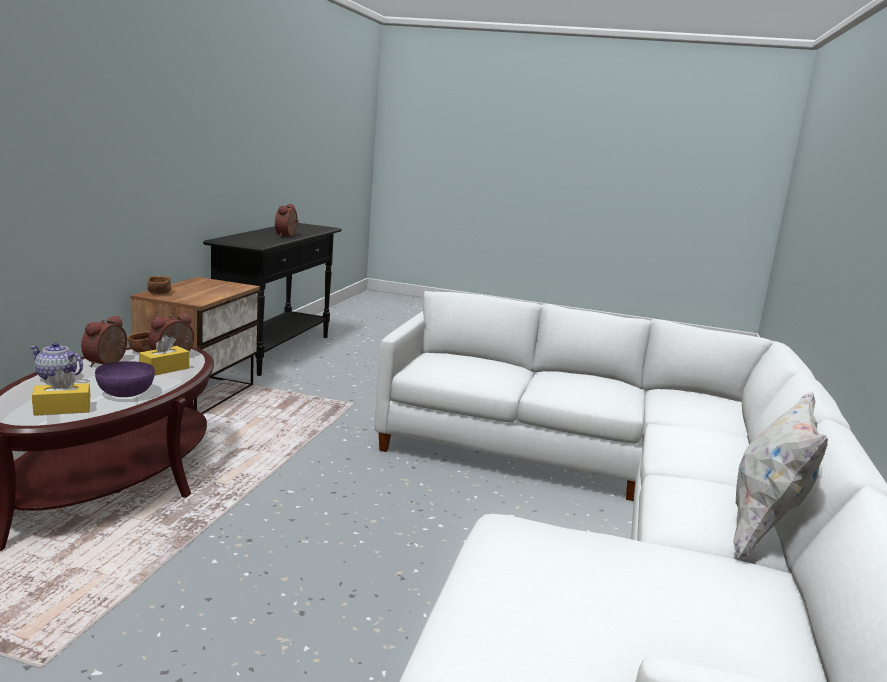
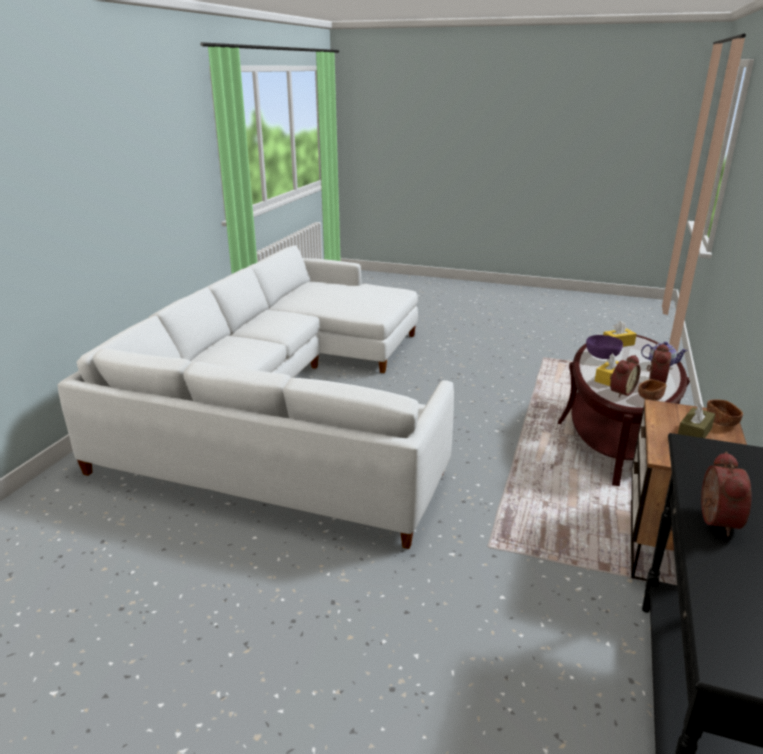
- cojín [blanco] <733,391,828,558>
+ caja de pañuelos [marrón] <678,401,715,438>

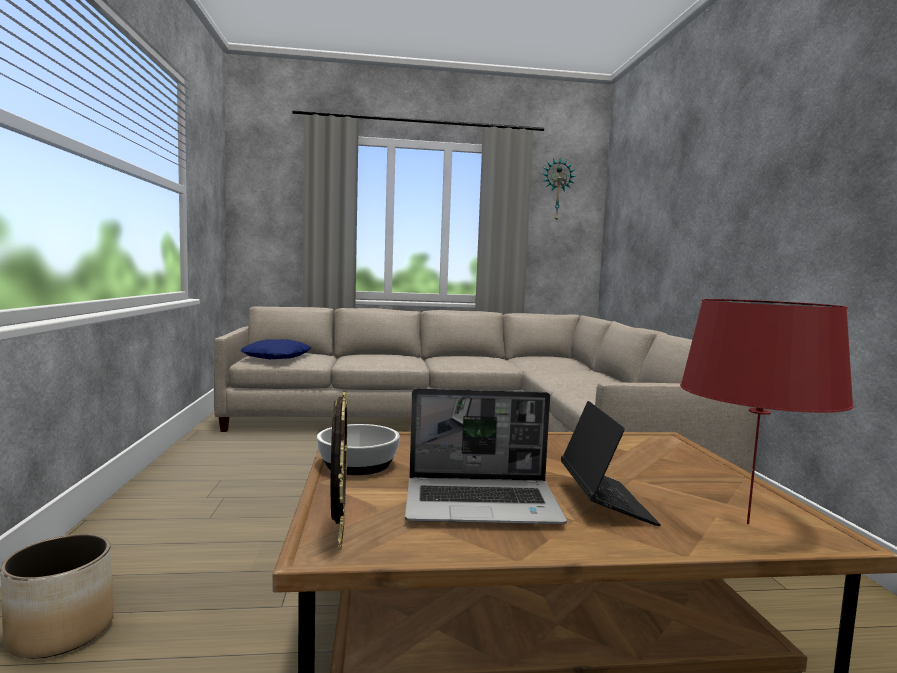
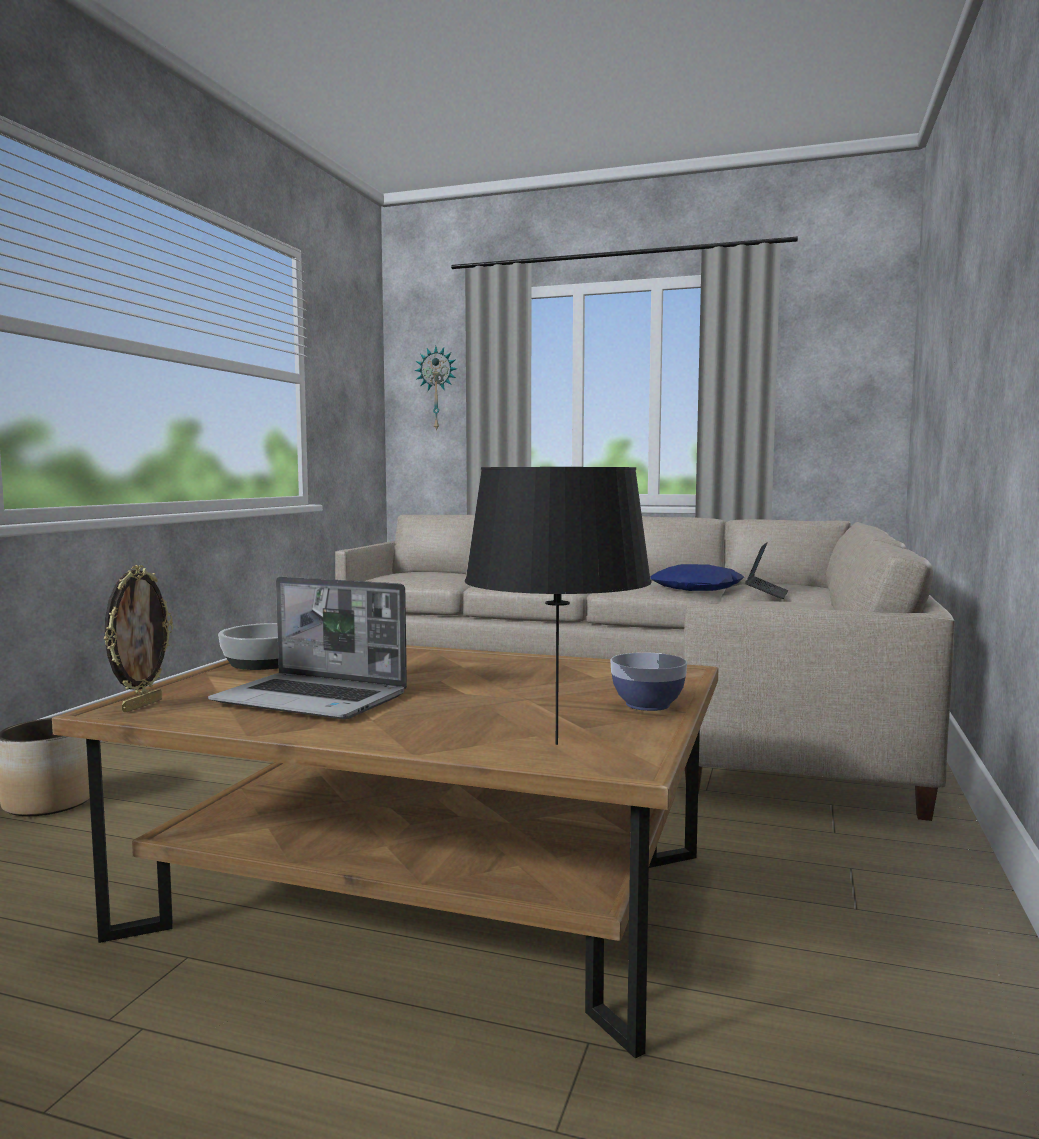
~ cojín [azul] <240,339,311,359> to <650,564,744,591>
~ reloj de pared <542,158,576,222> to <415,346,457,431>
~ portátil <561,401,661,526> to <745,542,788,599>
~ lámpara de mesa [rojo] <680,299,854,524> to lámpara de mesa [negro] <465,467,652,745>
+ cuenco <611,652,687,711>

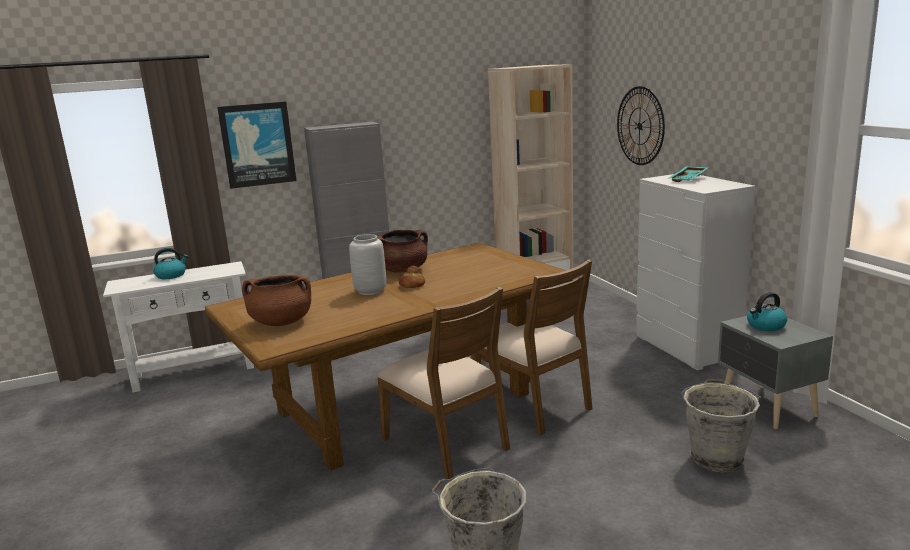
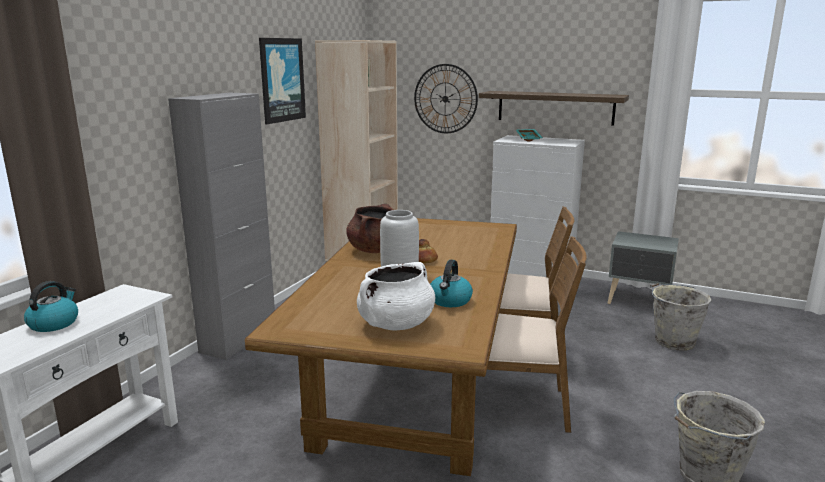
~ cuadro <217,102,297,189> to <259,38,306,124>
~ olla [marrón] <242,275,311,326> to olla [blanco] <357,262,435,331>
~ hervidor <747,292,787,331> to <430,260,473,307>
+ estante <479,91,629,126>

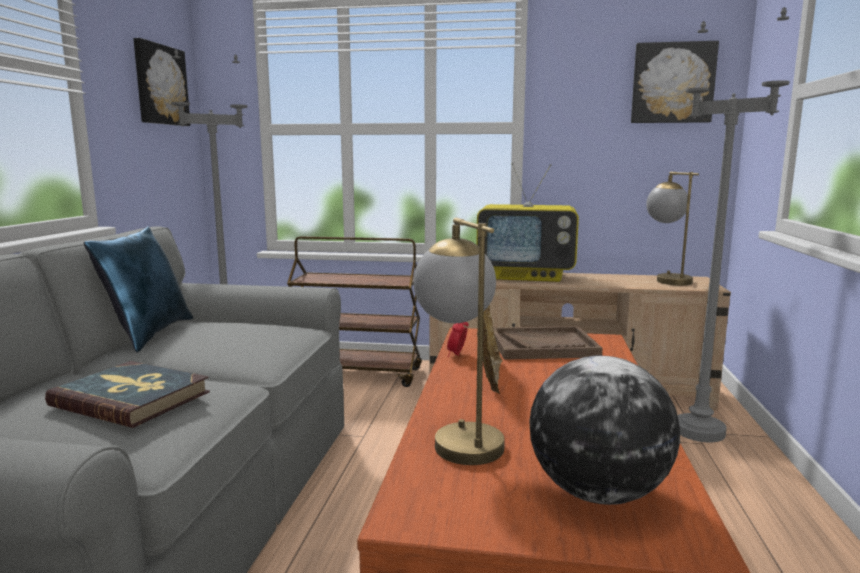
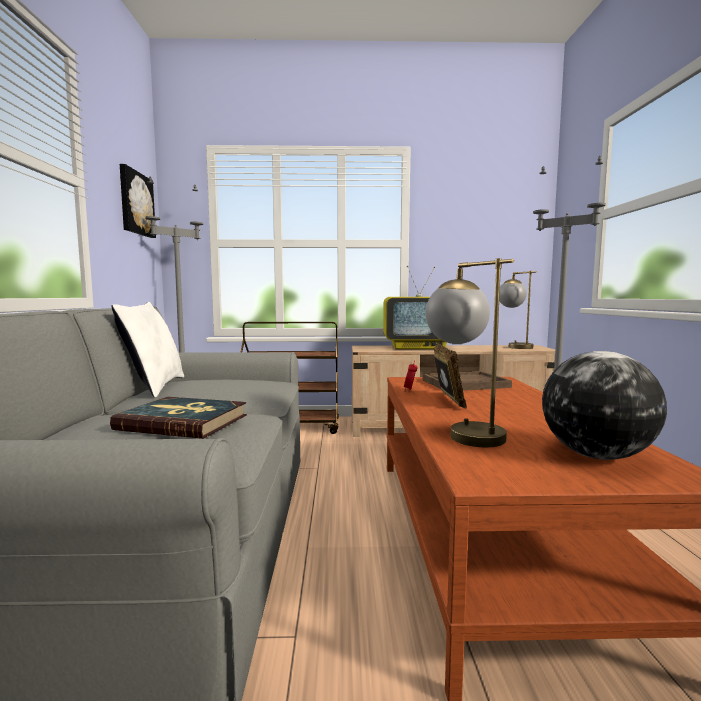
~ cojín [azul] <84,226,193,352> to cojín [blanco] <112,302,184,398>
- cuadro <631,41,719,123>

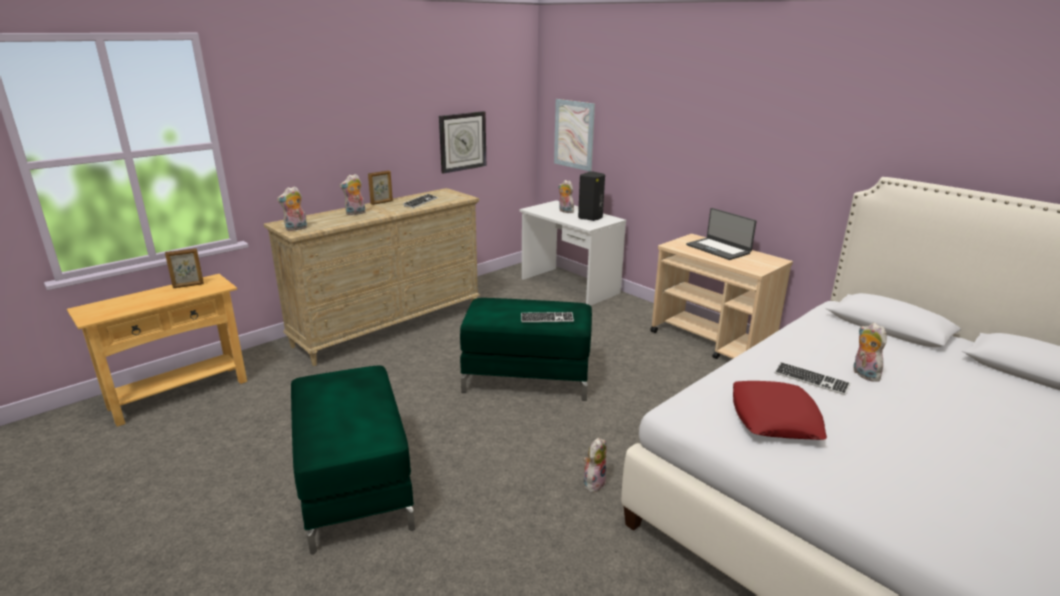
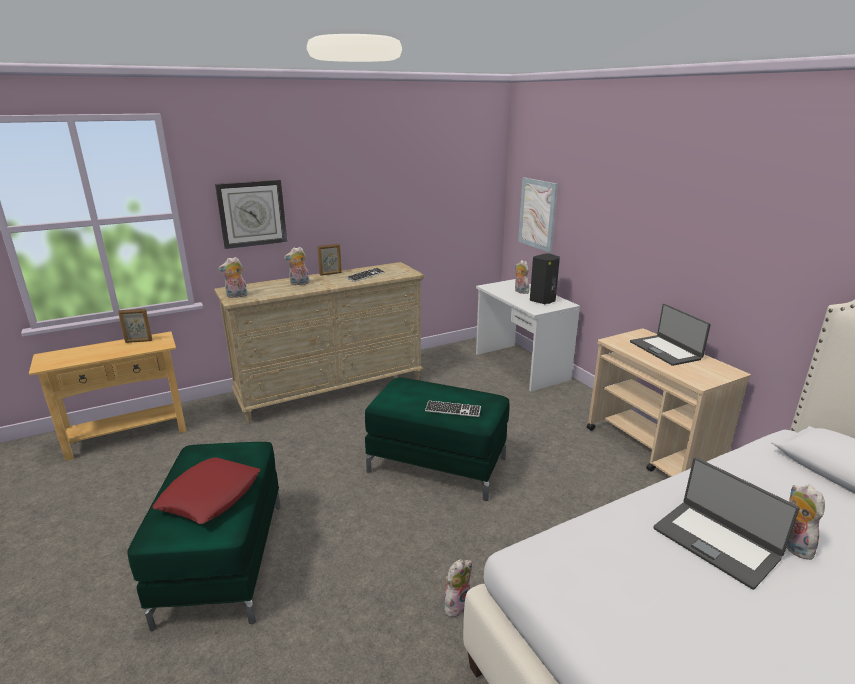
~ reloj de pared <439,111,486,174> to <215,180,287,249>
~ cojín [rojo] <733,381,827,440> to <153,457,260,524>
~ teclado <775,362,851,395> to portátil <654,457,800,590>

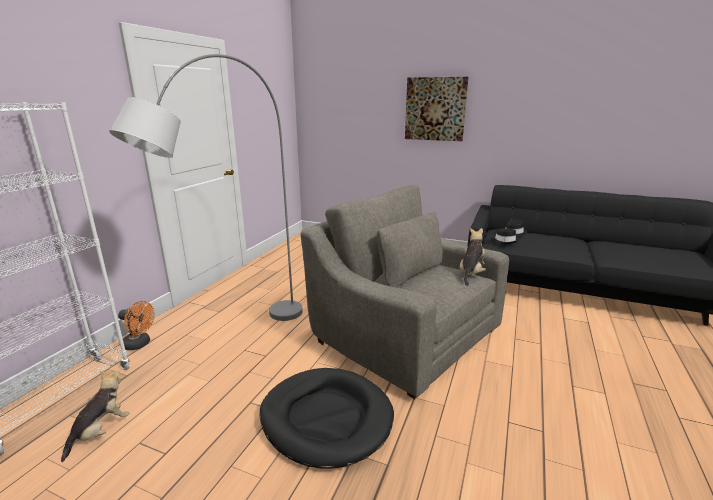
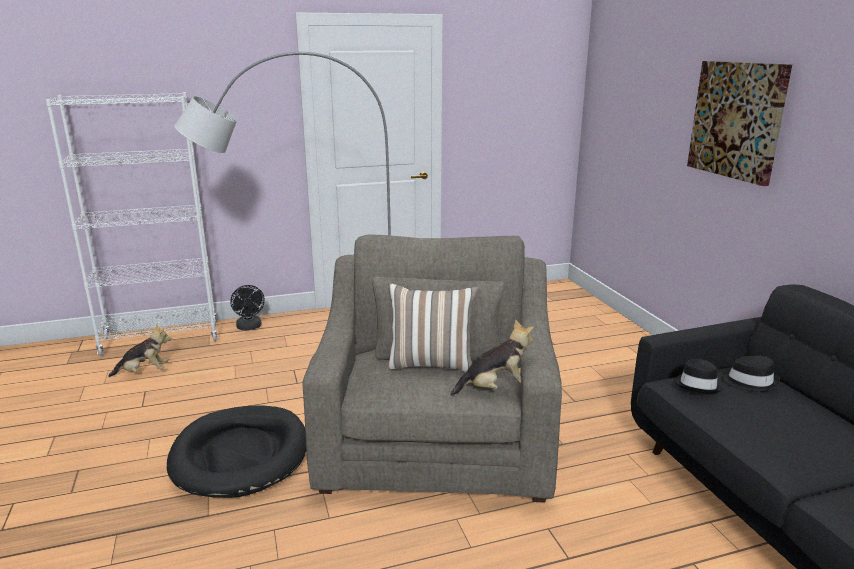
~ ventilador [naranja] <118,301,155,350> to ventilador [negro] <230,285,265,330>
+ cojín <387,283,479,372>

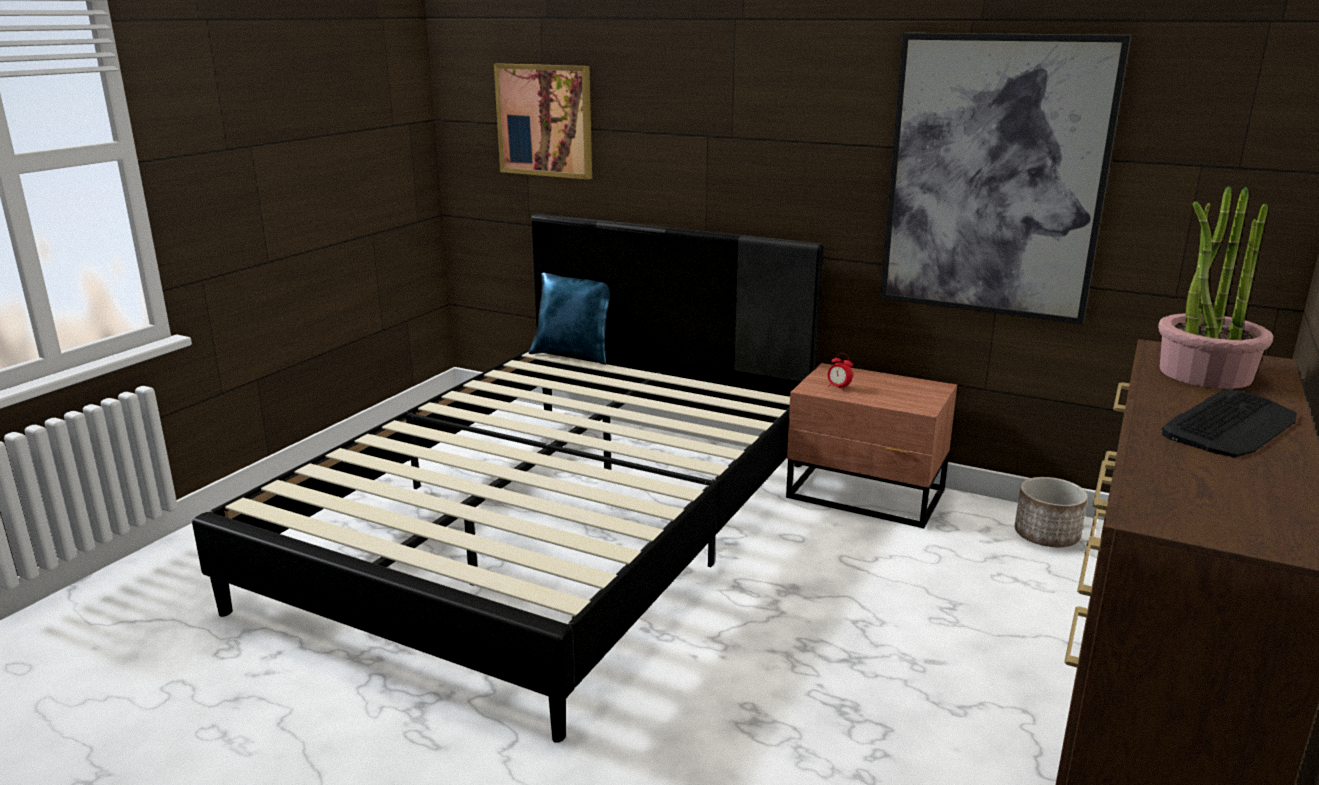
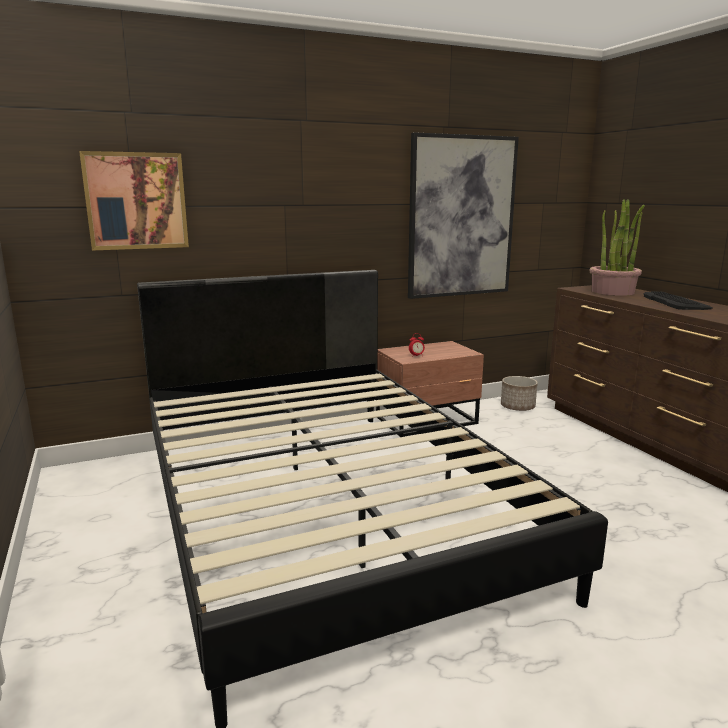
- cojín [azul] <529,273,611,365>

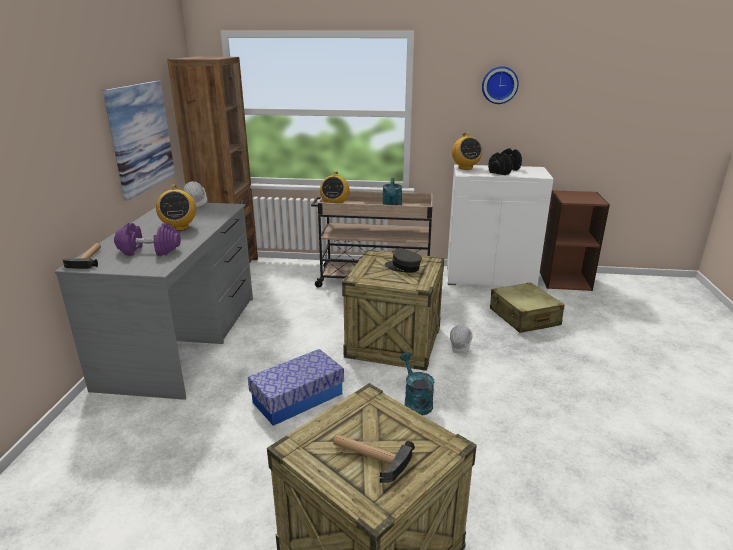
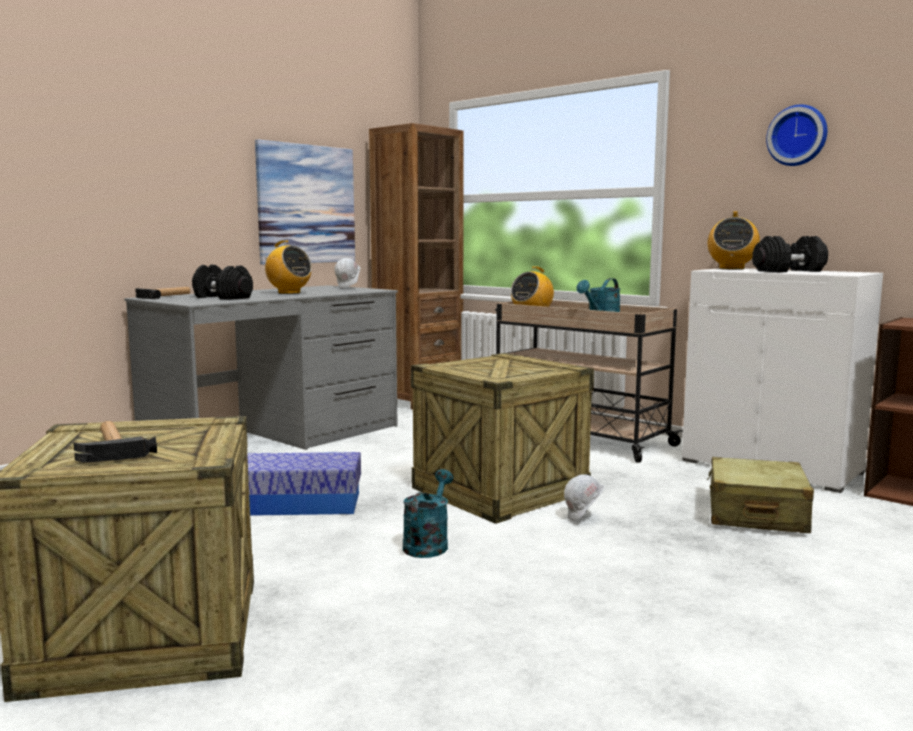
~ mancuerna [morado] <114,223,181,256> to mancuerna [negro] <192,265,253,300>
~ radio <156,184,196,231> = <262,240,312,294> 75 degrees counterclockwise
- gorra [gris] <385,249,422,273>

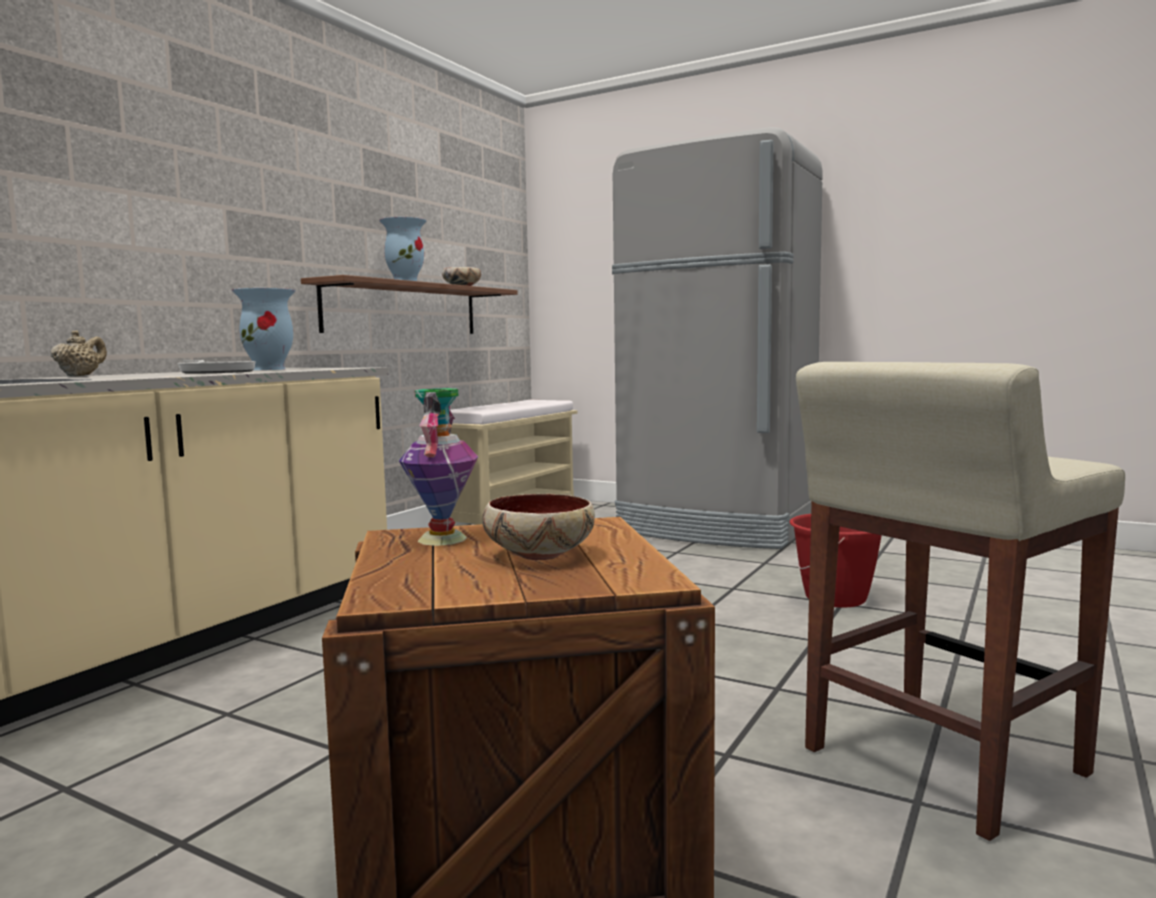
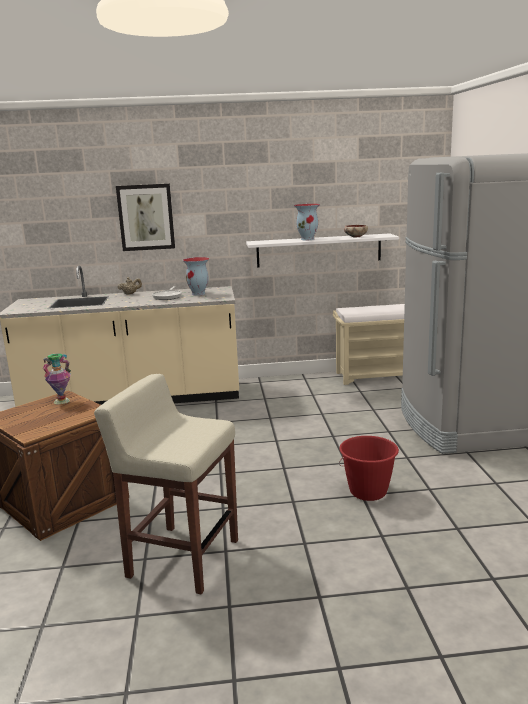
~ estante [marrón] <301,275,518,334> to estante [blanco] <246,233,399,268>
- cuenco <482,494,595,560>
+ cuadro <116,184,175,251>

